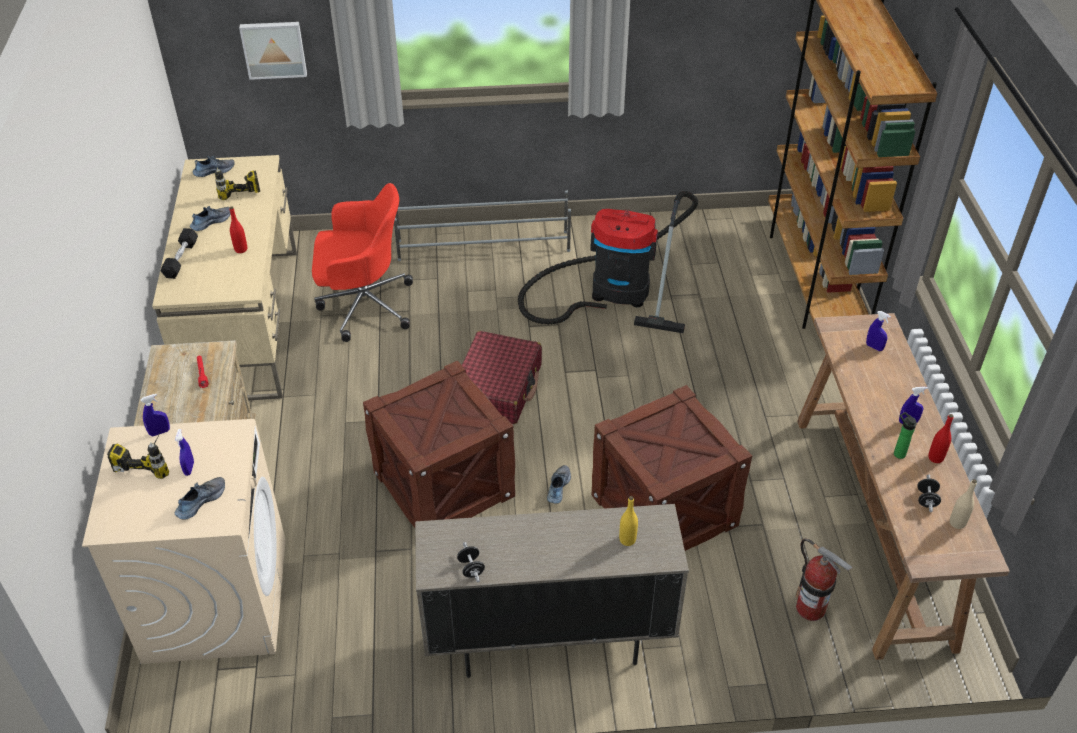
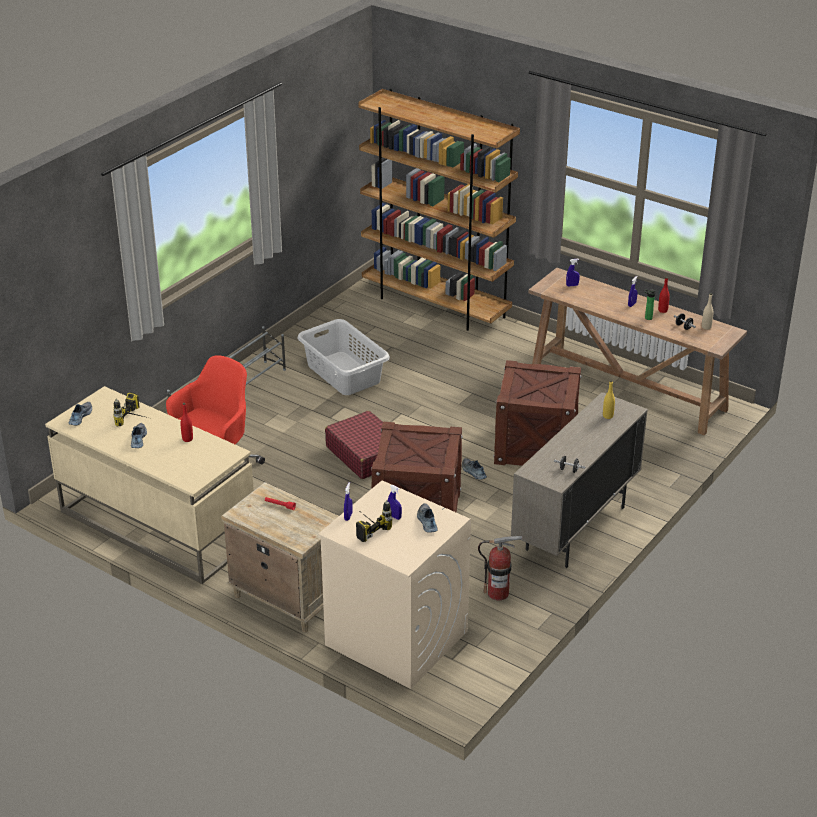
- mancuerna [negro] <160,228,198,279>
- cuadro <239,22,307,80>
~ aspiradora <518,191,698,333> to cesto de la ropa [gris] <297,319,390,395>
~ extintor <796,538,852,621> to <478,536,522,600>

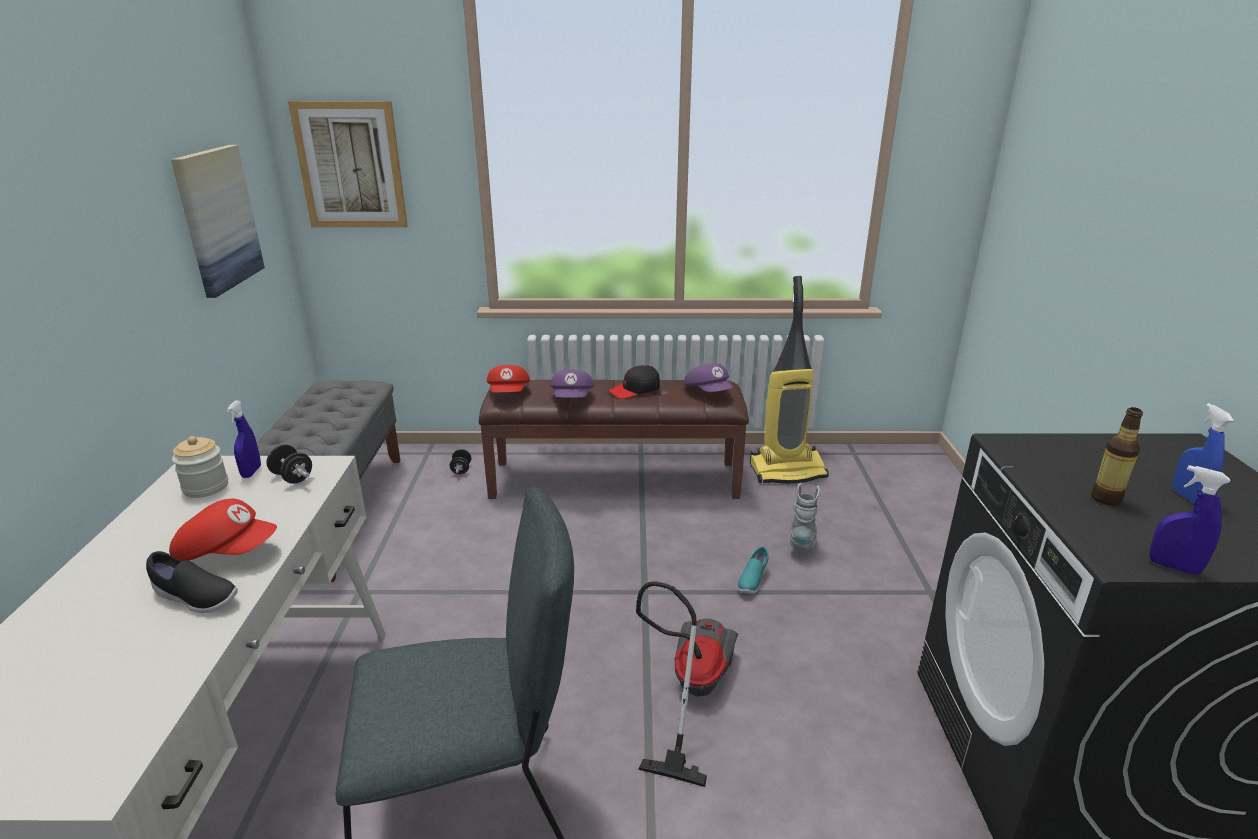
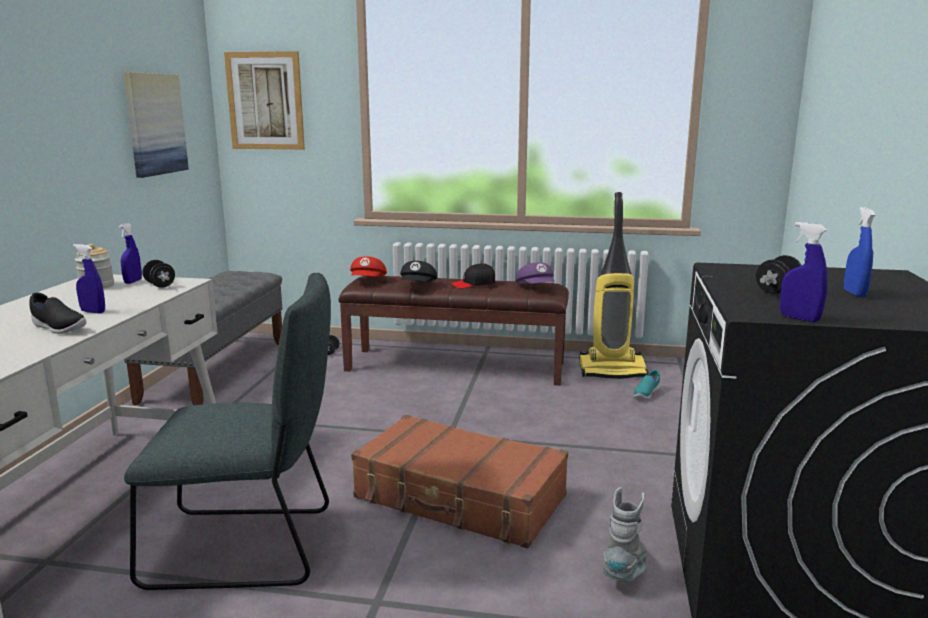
~ gorra [rojo] <169,499,277,561> to pulverizador [azul] <73,244,105,314>
~ gorra [morado] <550,370,594,397> to gorra [negro] <400,261,437,282>
~ aspiradora <636,581,738,787> to maleta [marrón] <351,415,568,549>
~ zapato [turquesa] <738,546,768,594> to <633,370,660,400>
~ bota [gris] <790,483,820,550> to <603,487,647,582>
~ botella <1091,407,1143,506> to mancuerna [negro] <756,255,802,294>

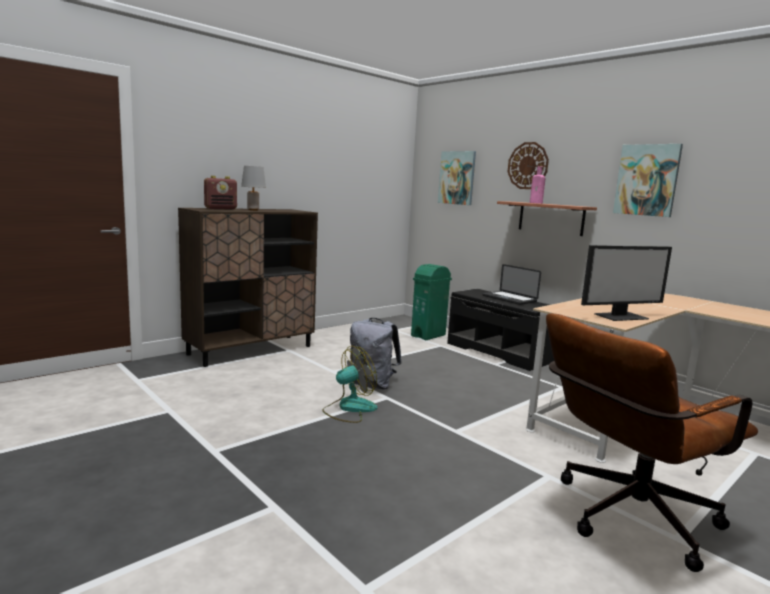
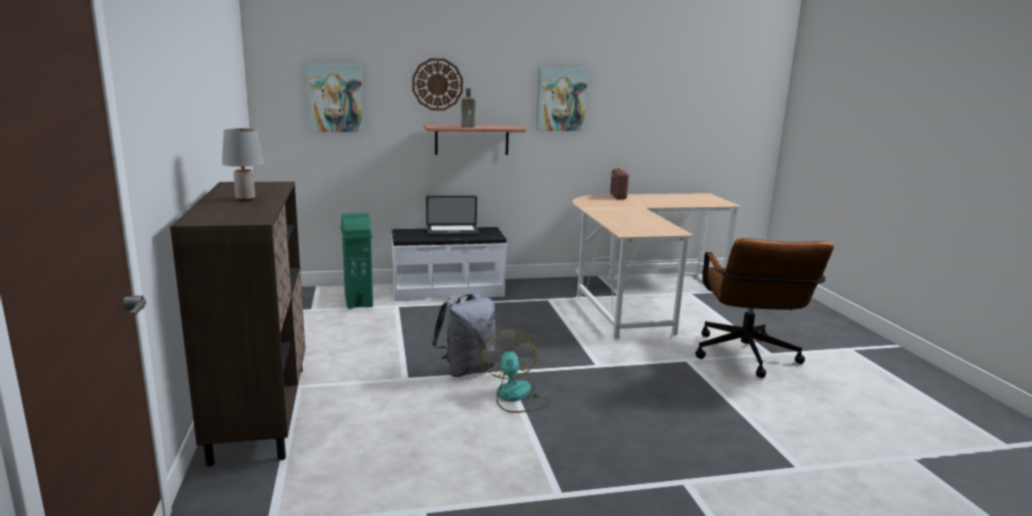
~ radio <204,176,237,210> to <610,167,629,199>
~ banco [negro] <447,289,554,371> to banco [blanco] <391,227,507,301>
~ botella [rosa] <530,166,545,204> to botella [marrón] <462,88,475,128>
- monitor <581,245,672,321>

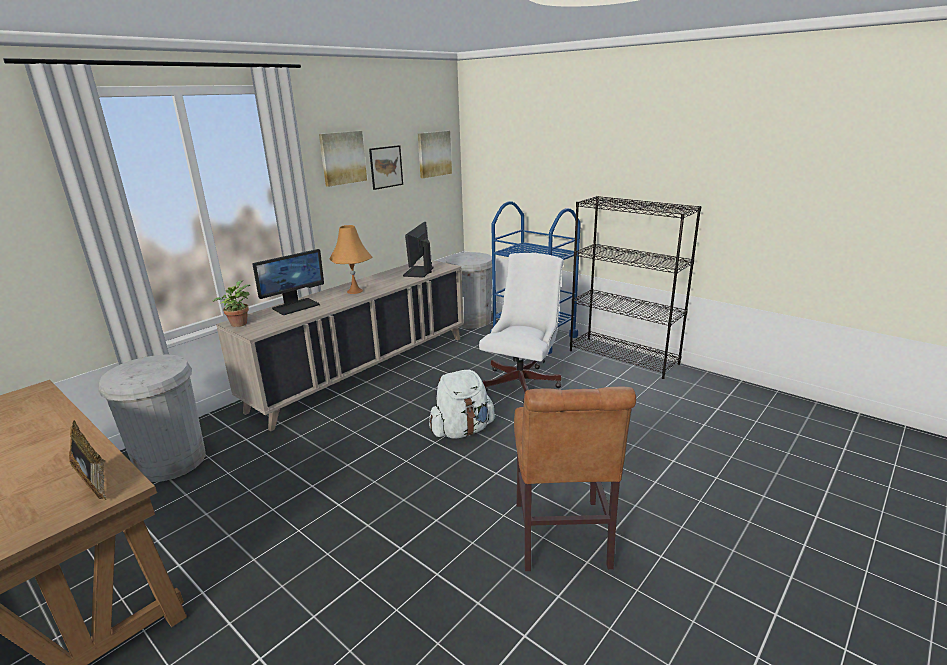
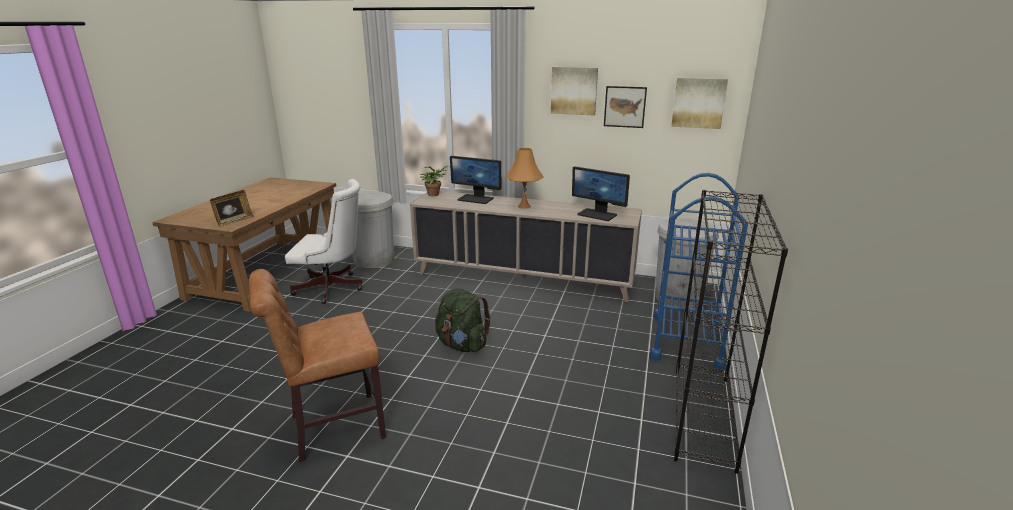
~ monitor <403,222,433,277> = <572,166,630,221> 135 degrees counterclockwise
~ mochila [blanco] <429,370,495,439> to mochila [verde] <435,289,491,352>
~ silla de oficina [blanco] <479,253,564,403> to <285,179,362,304>

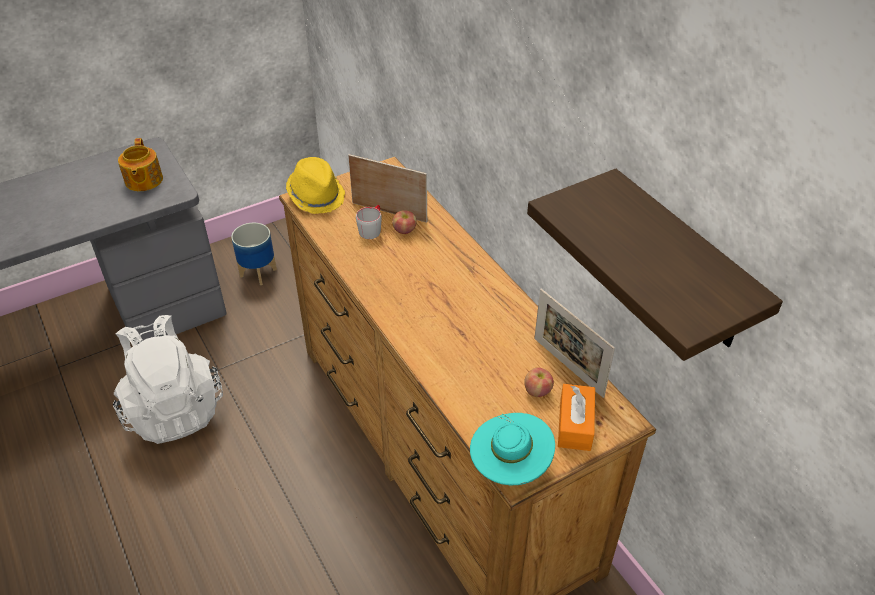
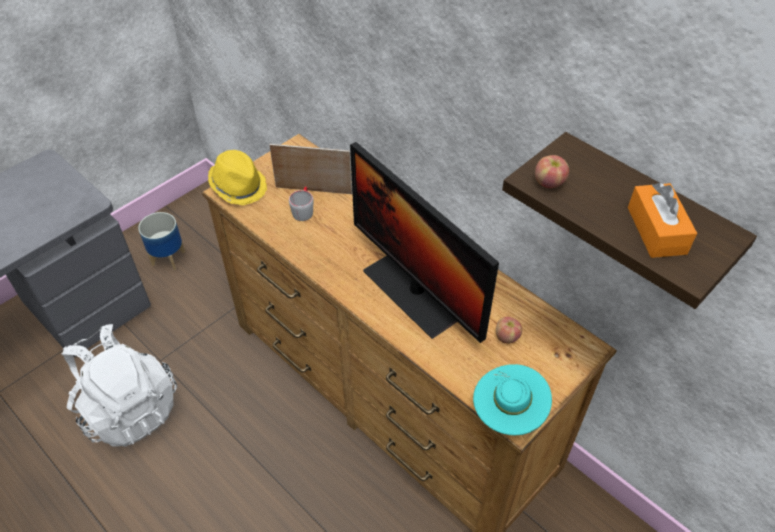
- tetera <118,138,163,191>
~ manzana <392,210,417,234> to <535,155,569,188>
- portarretratos <534,289,615,398>
~ caja de pañuelos [naranja] <558,384,595,451> to <628,183,697,258>
+ monitor <350,142,499,343>

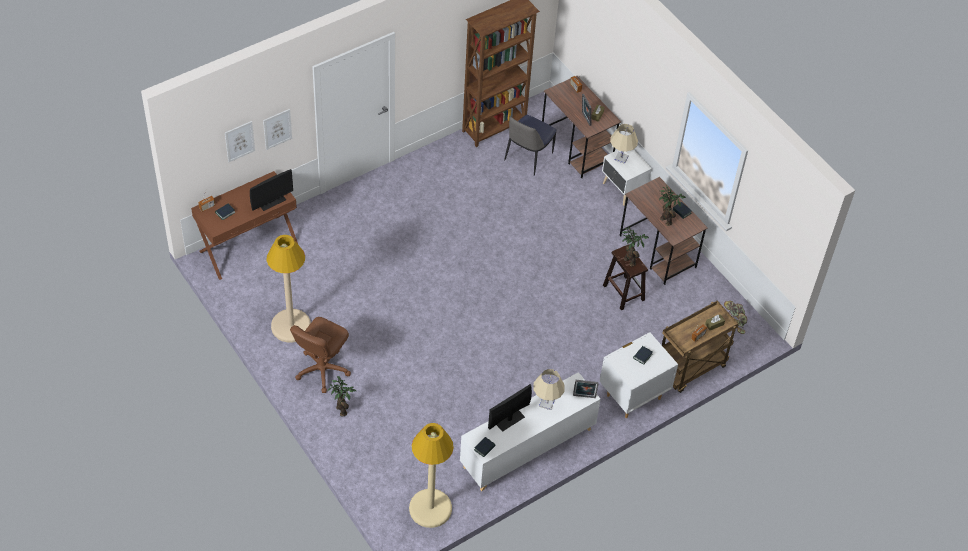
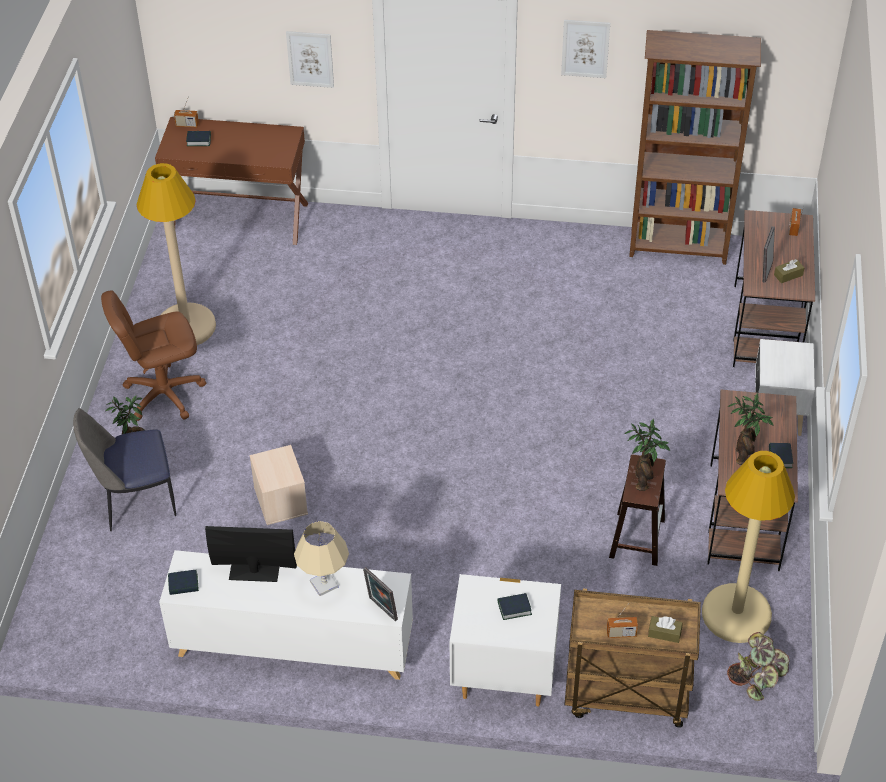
~ cuadro <225,121,255,162> to <561,20,610,78>
- monitor <250,169,293,211>
~ lámpara de pie [beis] <409,423,454,528> to <702,451,795,643>
~ silla <504,115,556,176> to <73,408,176,531>
- lámpara de mesa [beis] <610,124,638,164>
+ caja de almacenaje [beis] <249,445,308,525>

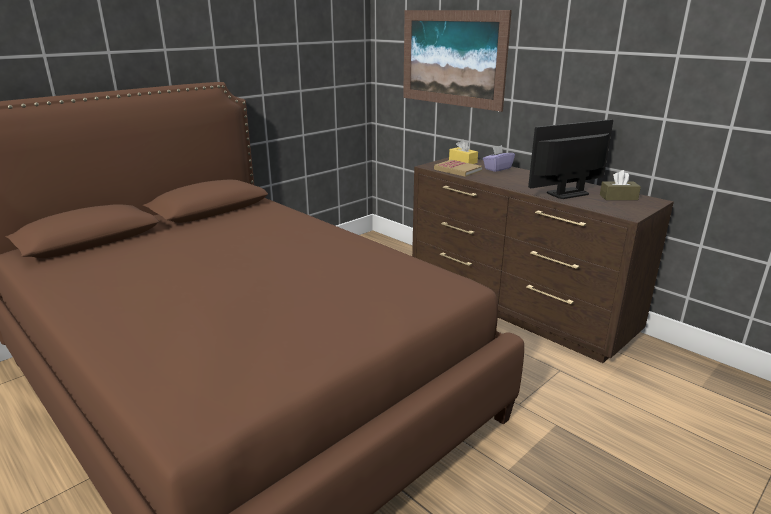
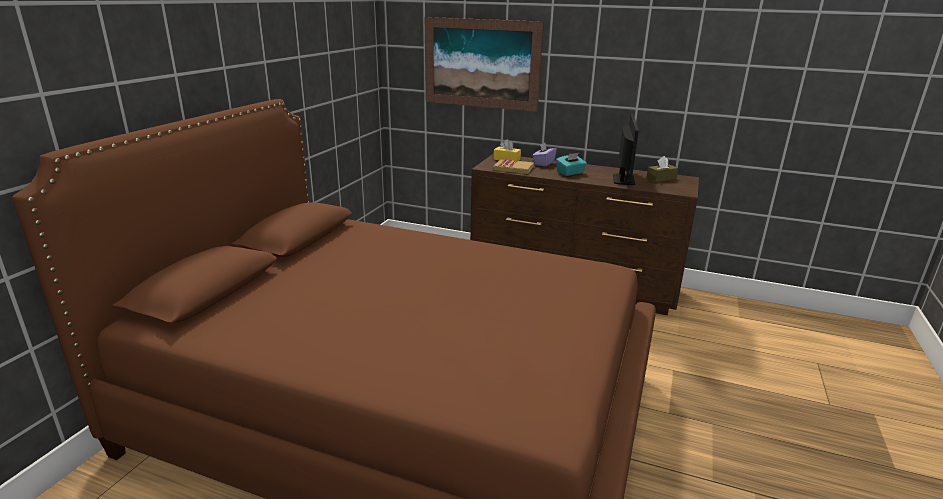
~ monitor <528,119,613,199> = <613,114,639,185> 150 degrees clockwise
+ caja de pañuelos [turquesa] <556,153,587,176>

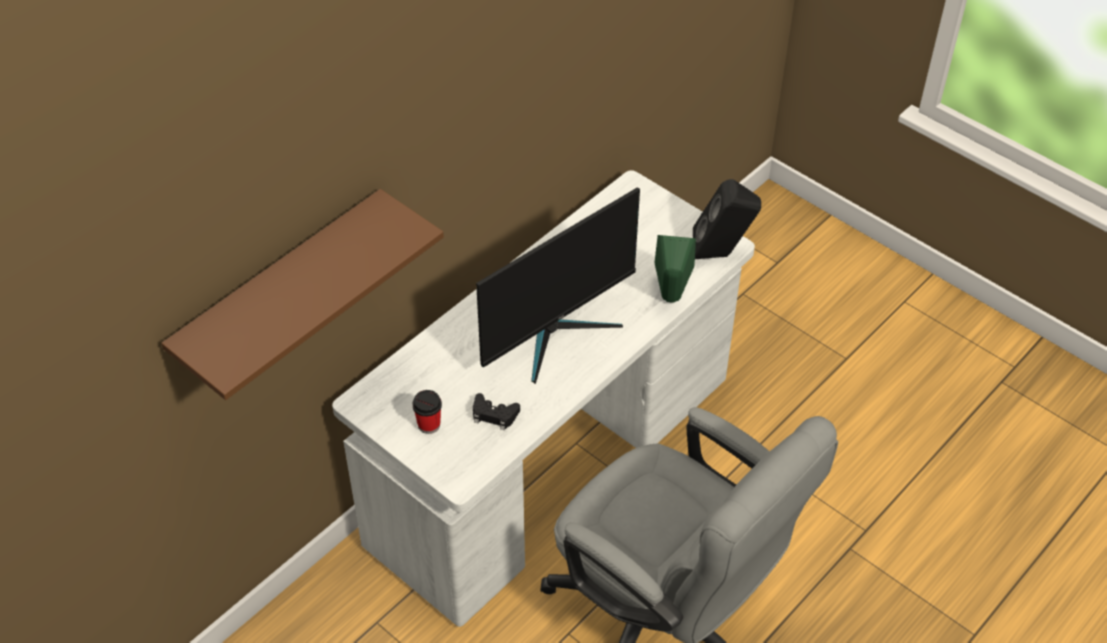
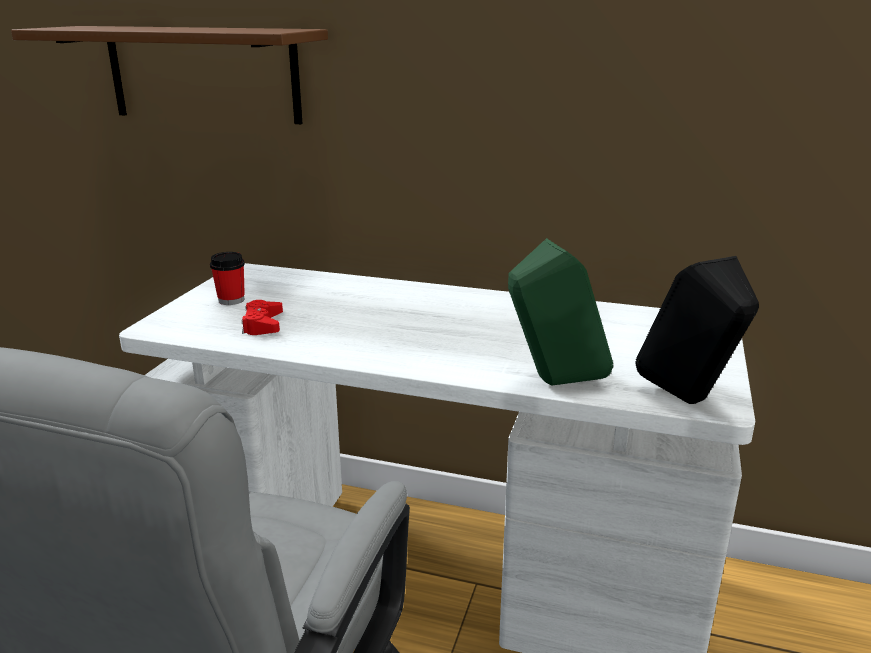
~ mando de consola [negro] <473,393,520,430> to mando de consola [rojo] <242,300,283,335>
- monitor <476,188,640,384>

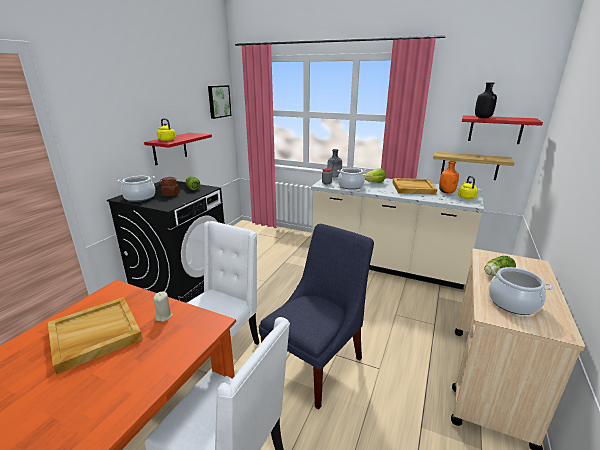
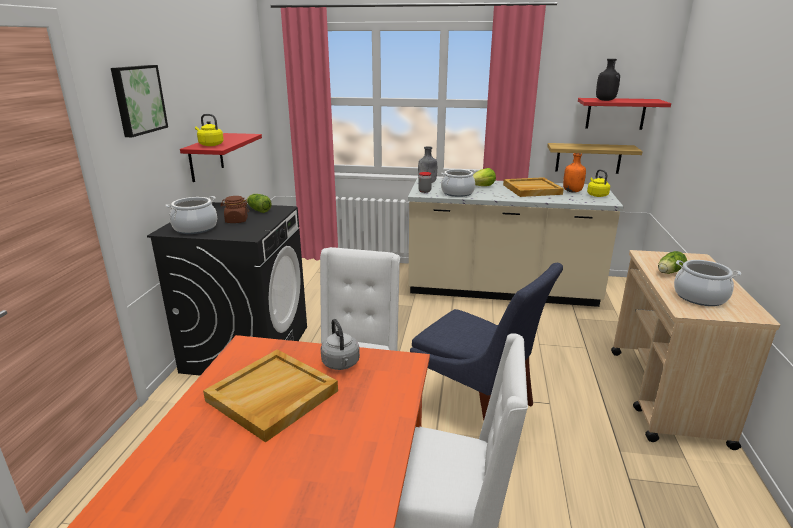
~ vela [beis] <153,292,173,322> to hervidor [gris] <321,319,360,370>
~ cuadro <208,85,231,119> to <111,65,168,137>
~ silla [azul] <259,224,374,410> = <410,263,563,420> 105 degrees clockwise

